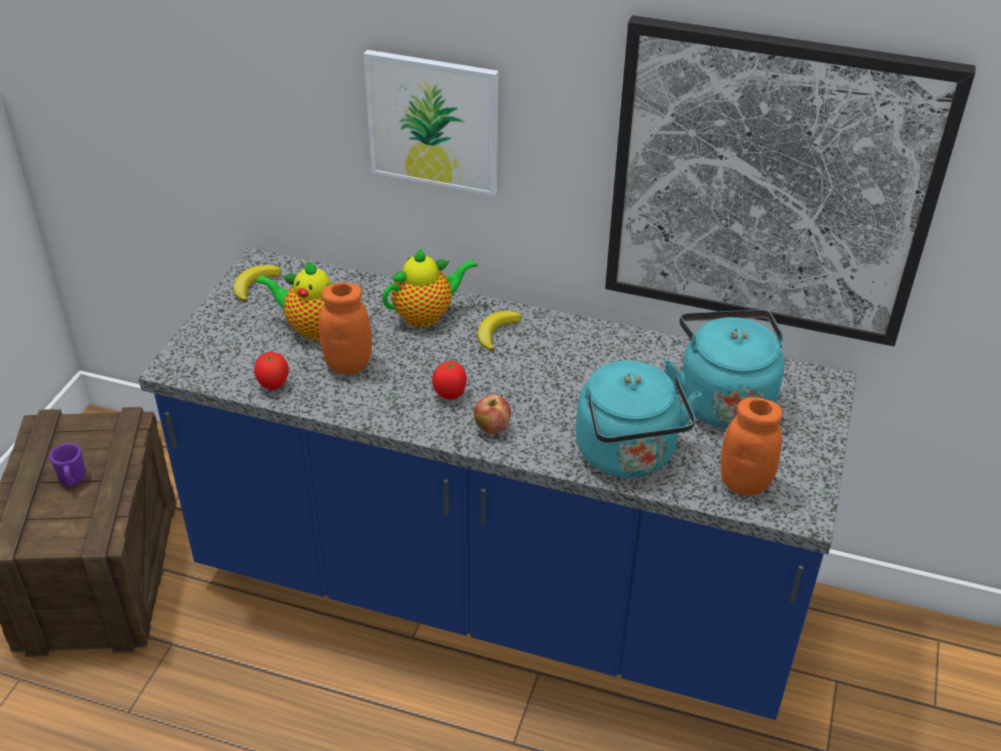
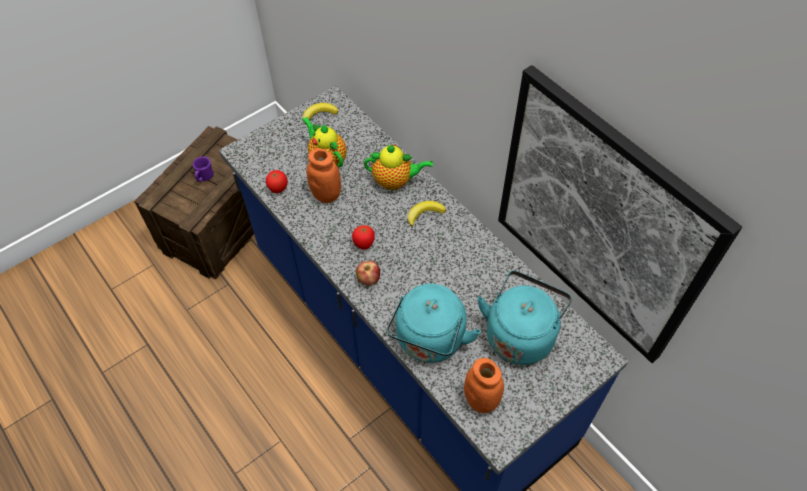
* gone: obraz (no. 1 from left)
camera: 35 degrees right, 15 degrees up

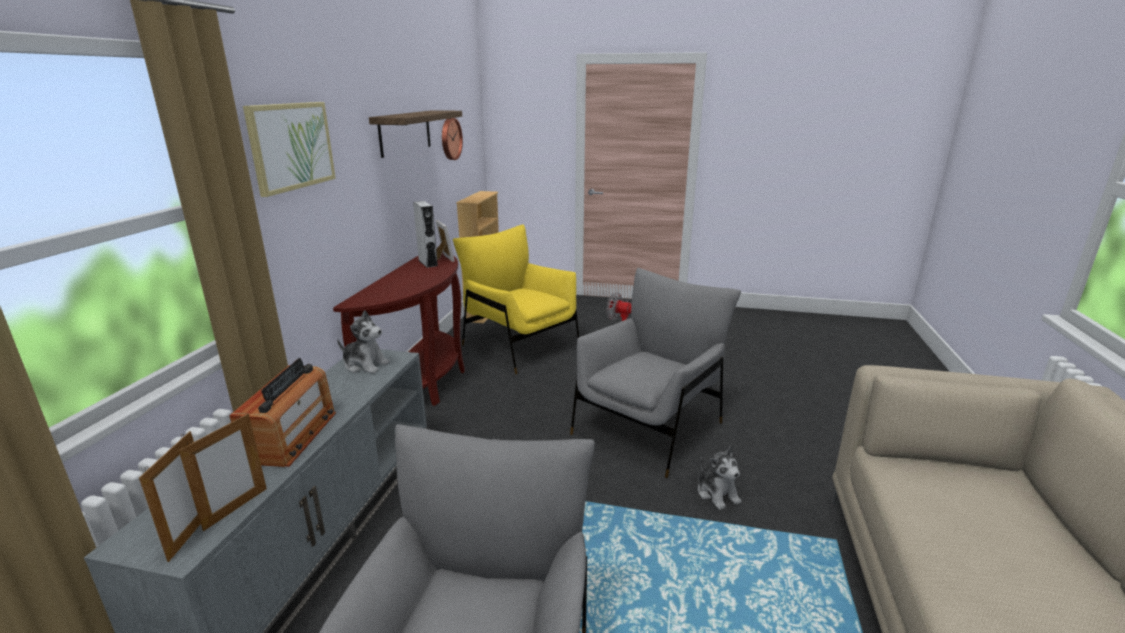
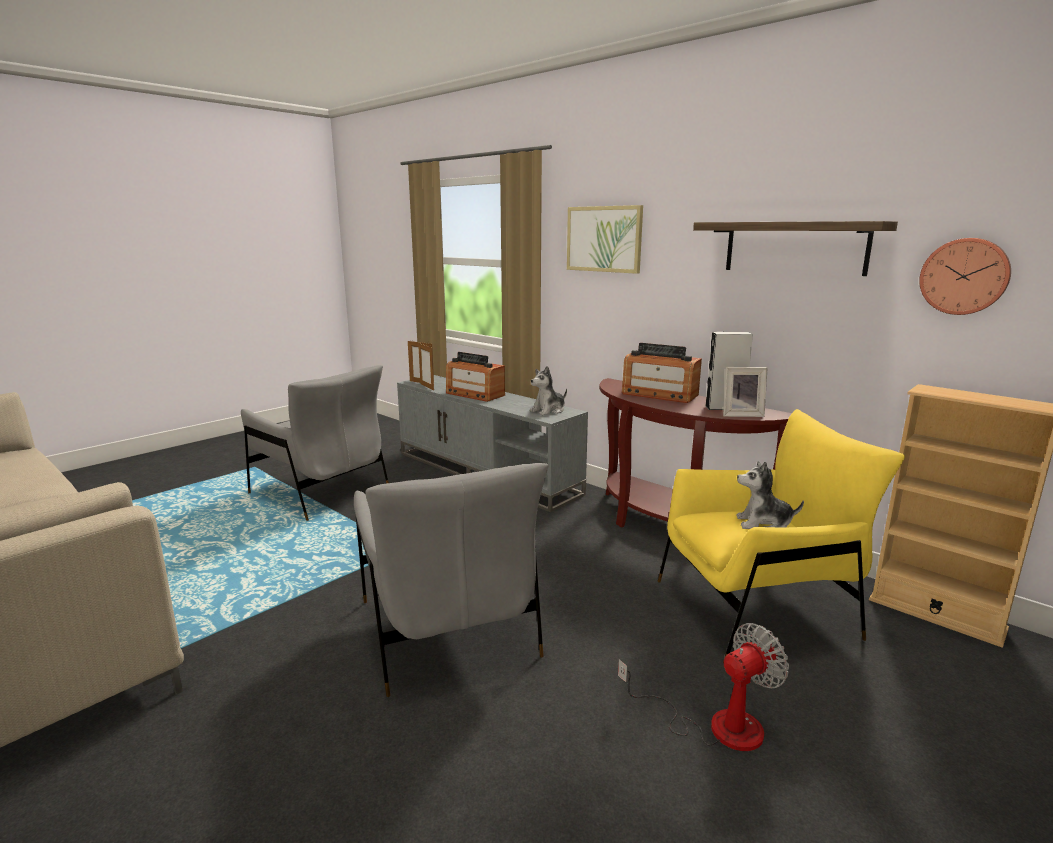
* shifted: pluszak (no. 2 from left)
* new: radio (no. 2 from left)
camera: 120 degrees right, 5 degrees down

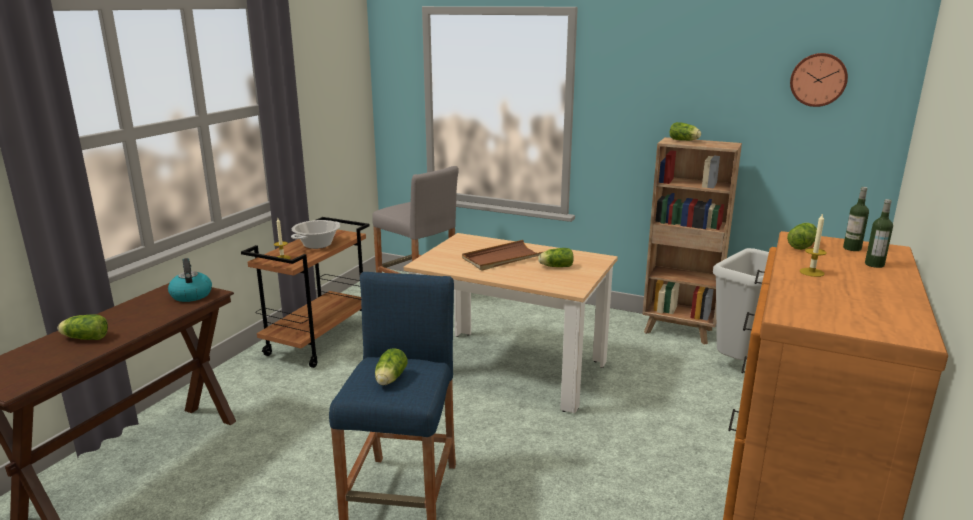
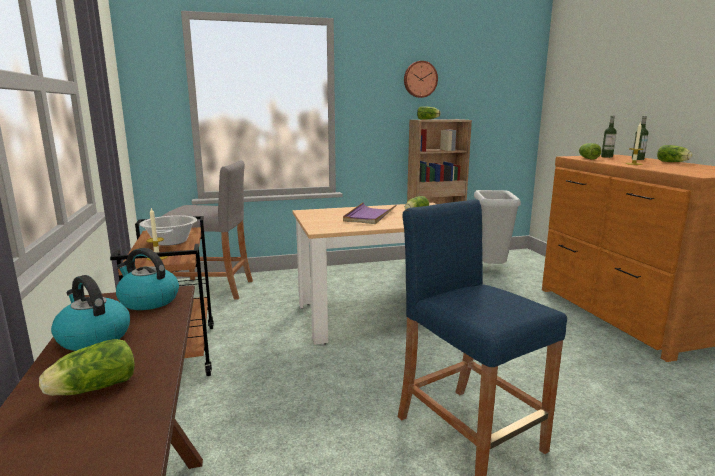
* shifted: sałata (no. 2 from left in the first image) to sałata (no. 5 from left)
* repainted: taca/brązowy to taca/fioletowy
* shifted: zegar ścienny
* new: czajnik (no. 1 from left)
camera: 40 degrees left, 5 degrees down

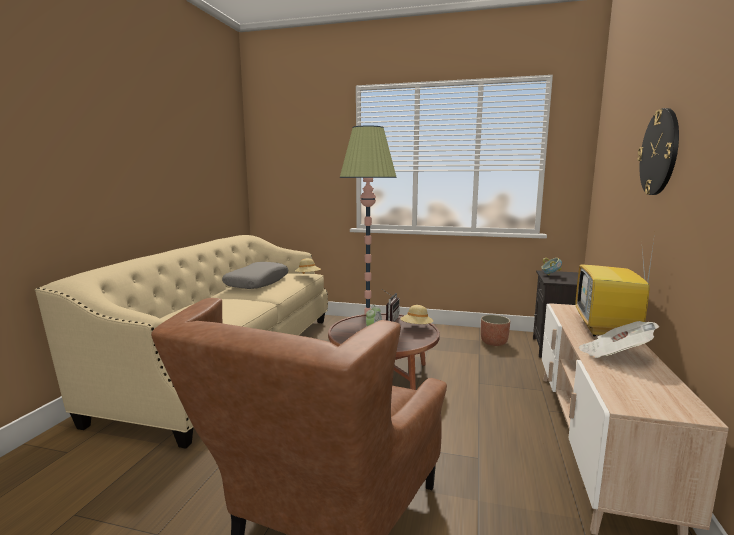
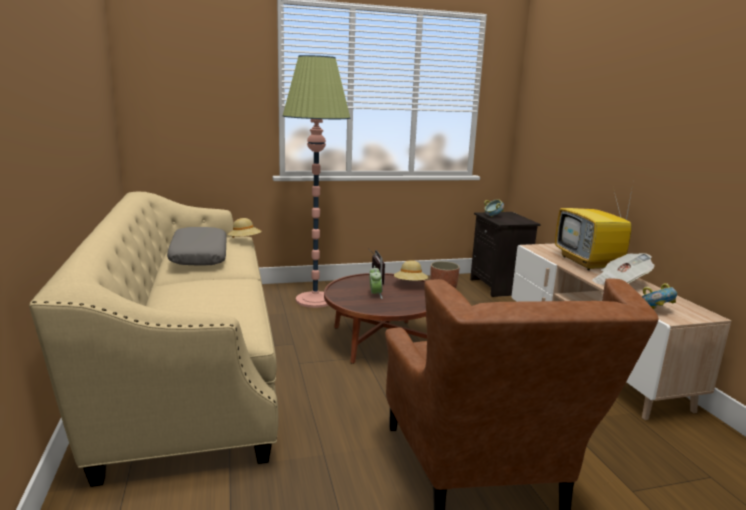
* gone: zegar ścienny
* new: miska (no. 2 from left)
camera: 30 degrees left, 5 degrees up

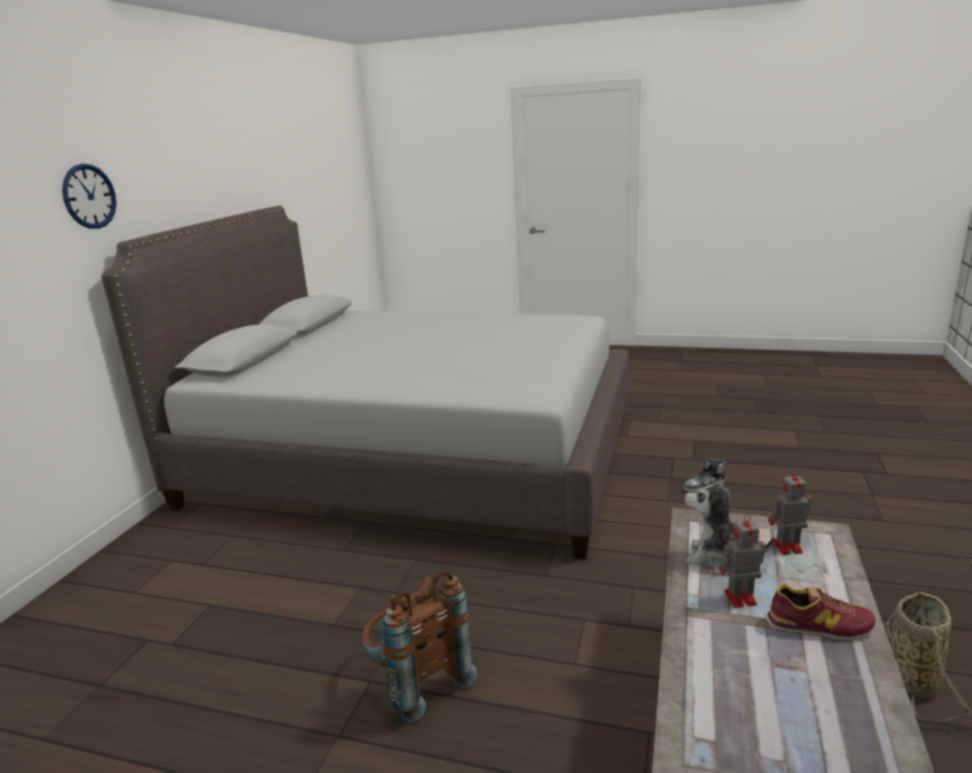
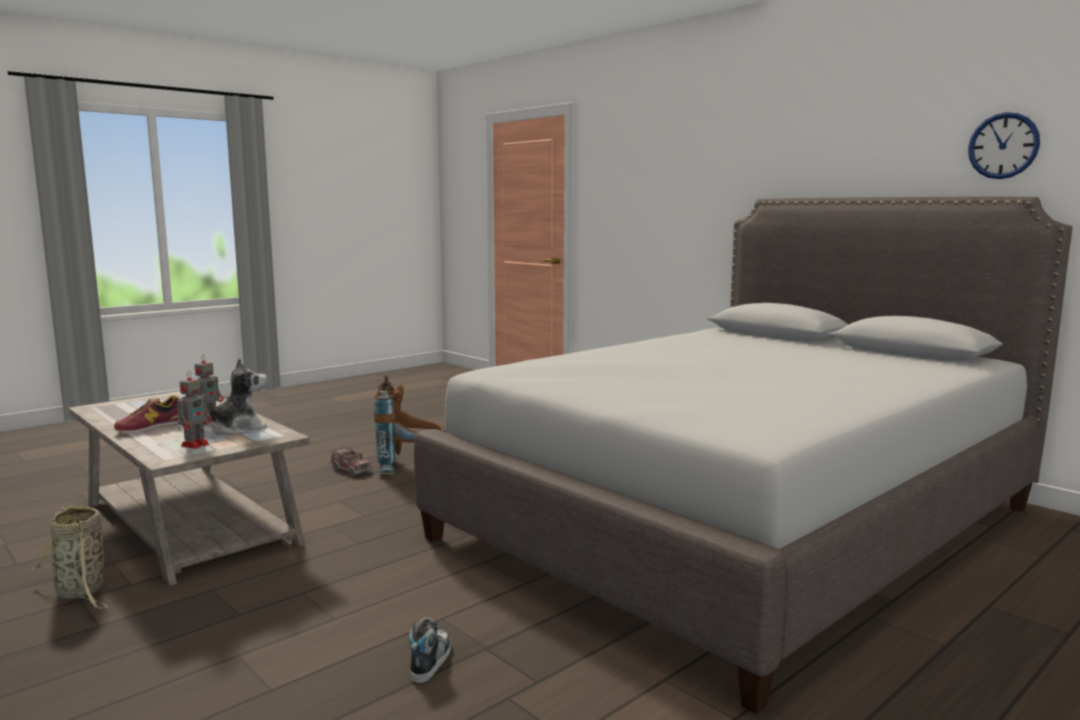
* shifted: zegar ścienny
* new: ciężarówka zabawkowa
camera: 120 degrees right, 10 degrees down

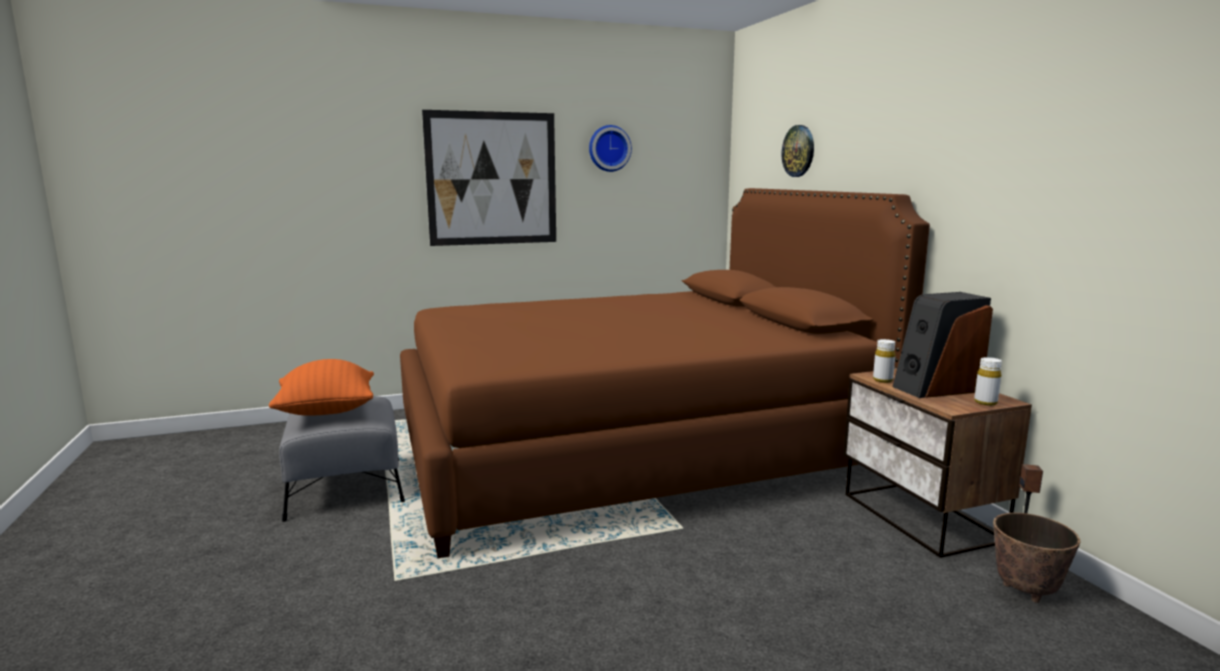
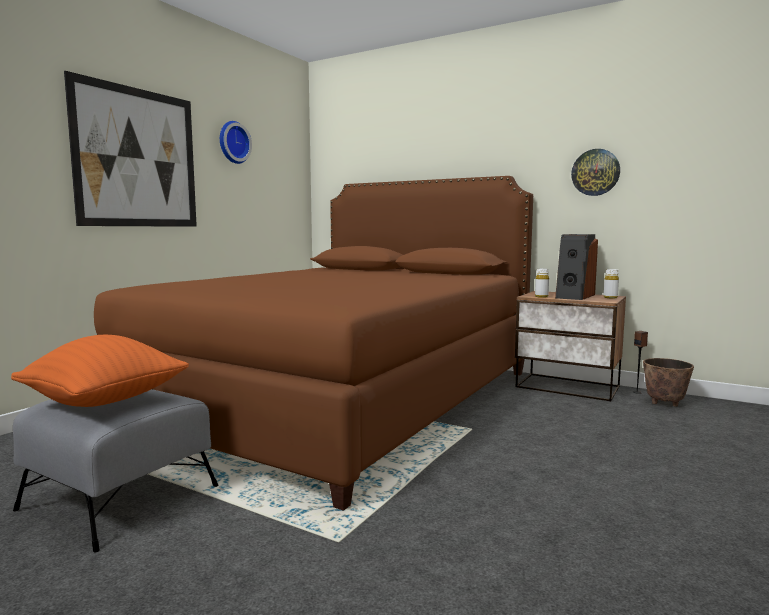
* shifted: zegar ścienny (no. 2 from left)
camera: 40 degrees left, 5 degrees down

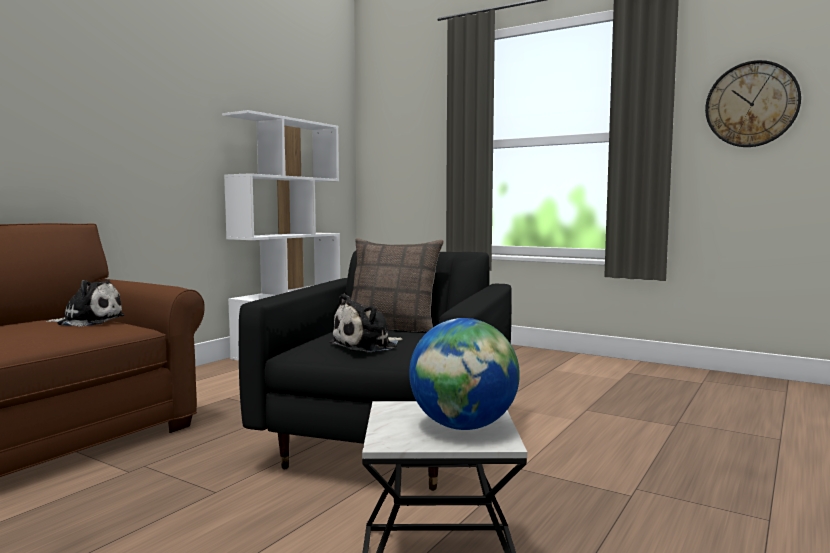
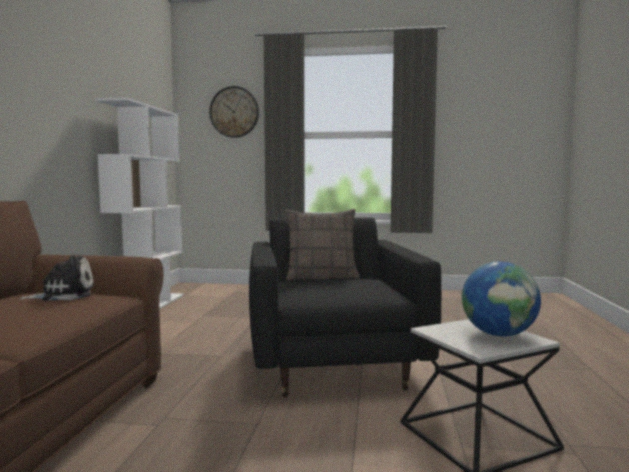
* gone: pluszak (no. 2 from left)
* shifted: zegar ścienny
camera: 25 degrees left, 0 degrees up

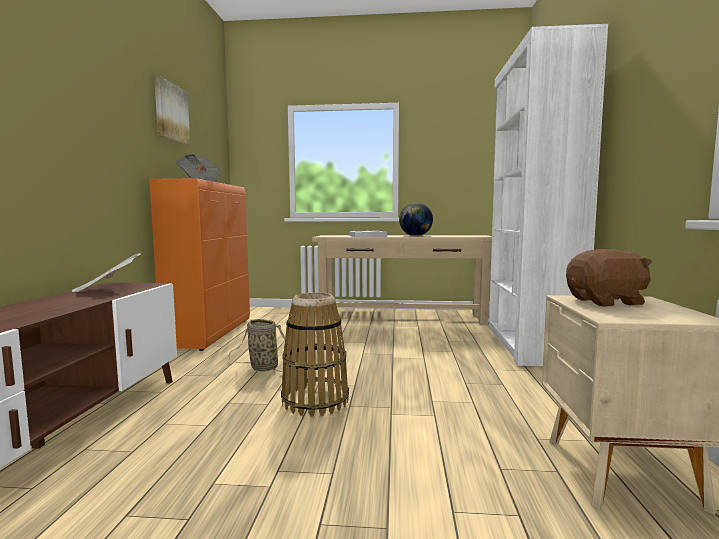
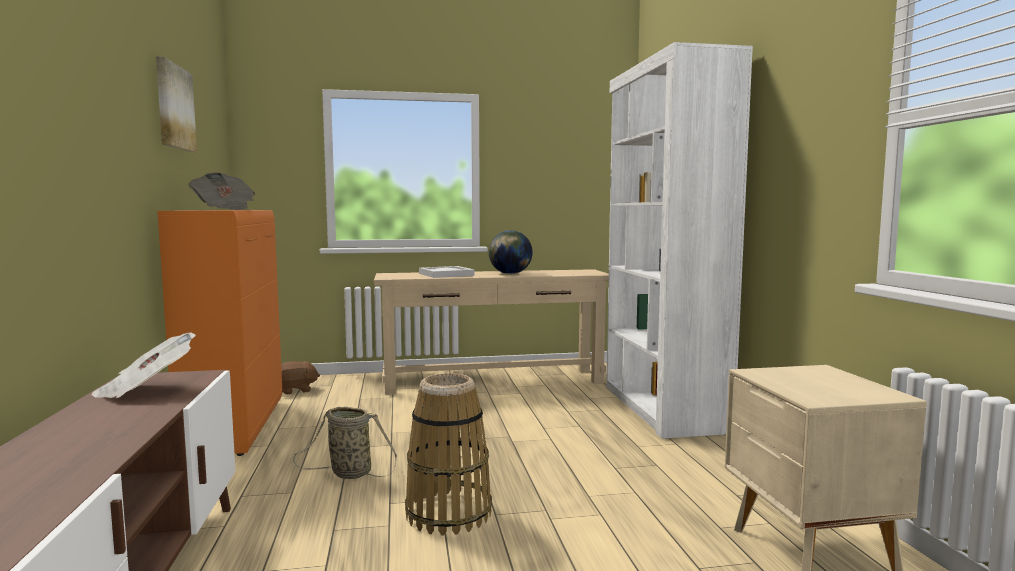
* shifted: pluszak/brązowy
camera: 15 degrees left, 0 degrees up

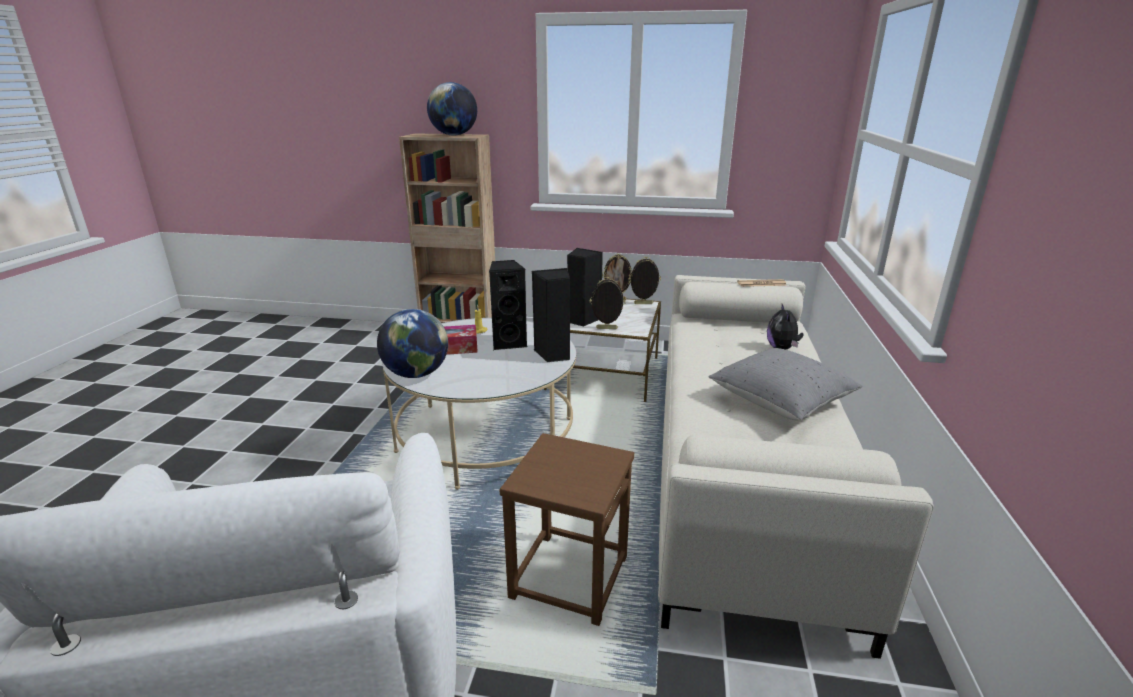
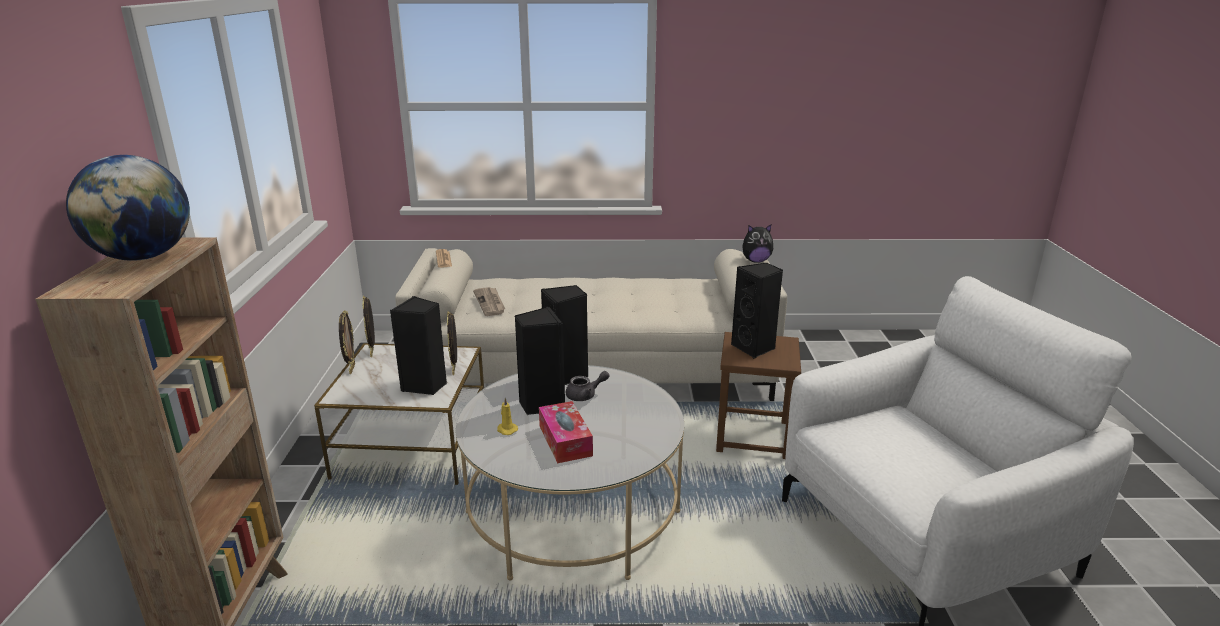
* gone: globus (no. 1 from left)
* gone: poduszka/szary
* shifted: pluszak
* new: gazeta (no. 2 from left)
* new: imbryk/szary
* new: głośnik/czarny (no. 4 from left)
camera: 100 degrees left, 0 degrees up

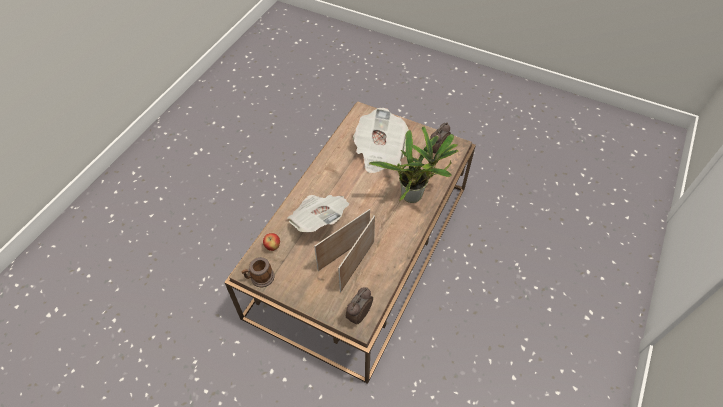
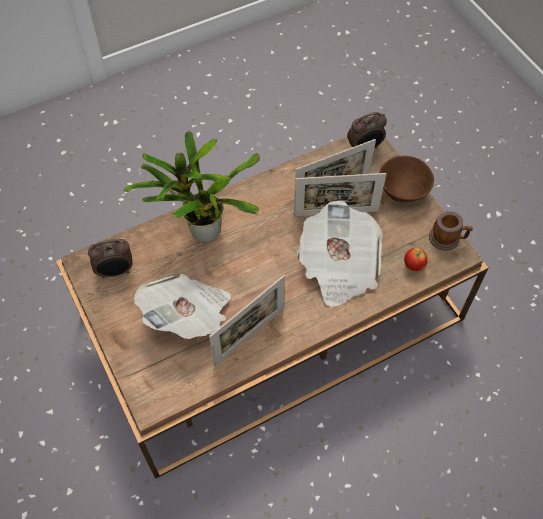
* new: ramka na zdjęcie (no. 1 from left)
* new: miska/brązowy
camera: 145 degrees left, 5 degrees up

